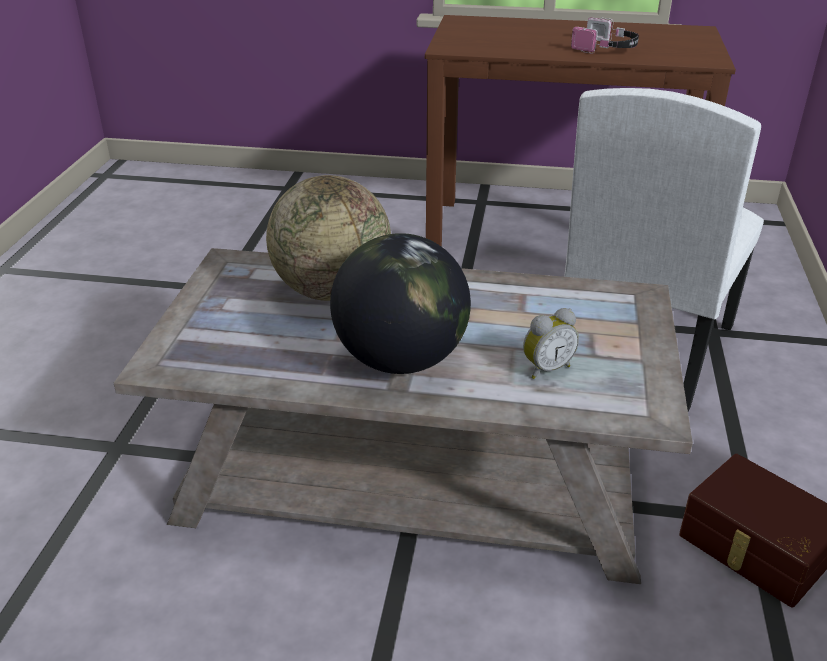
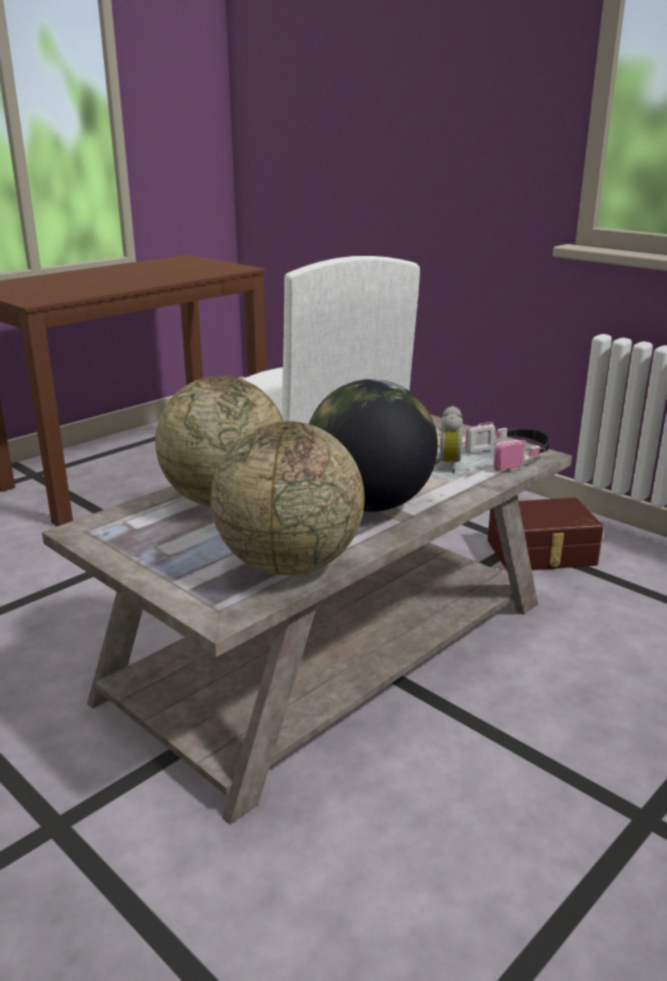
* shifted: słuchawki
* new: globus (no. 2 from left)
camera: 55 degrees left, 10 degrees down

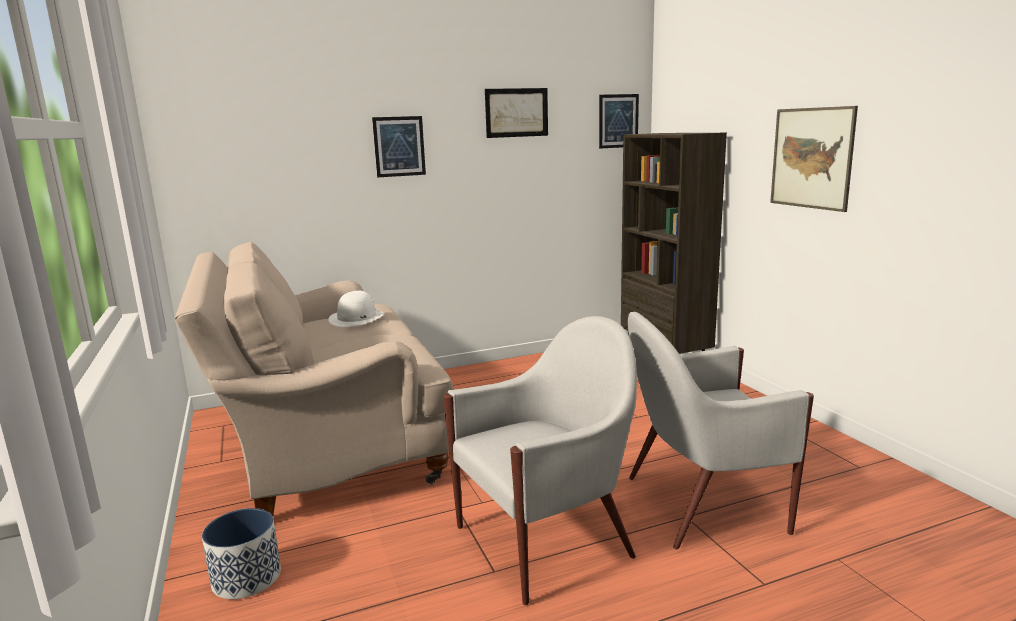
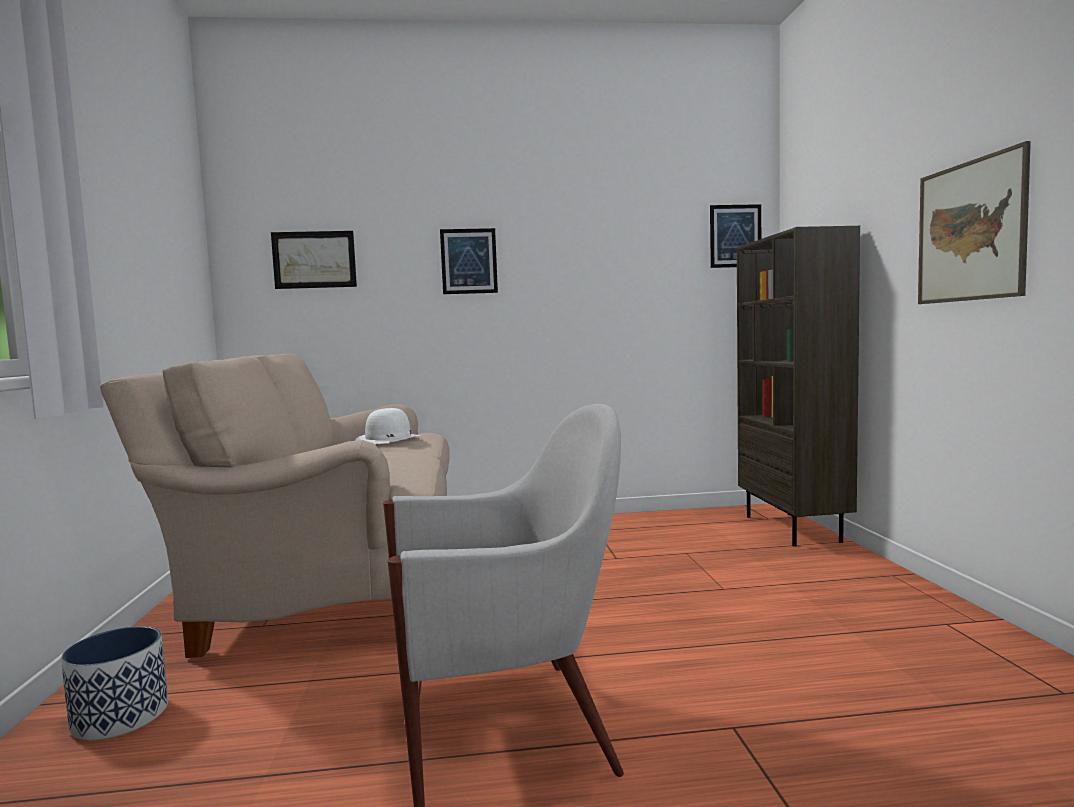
* shifted: obraz (no. 2 from left in the first image) to obraz (no. 1 from left)
* gone: fotel/biały (no. 2 from left)
camera: 15 degrees right, 10 degrees down

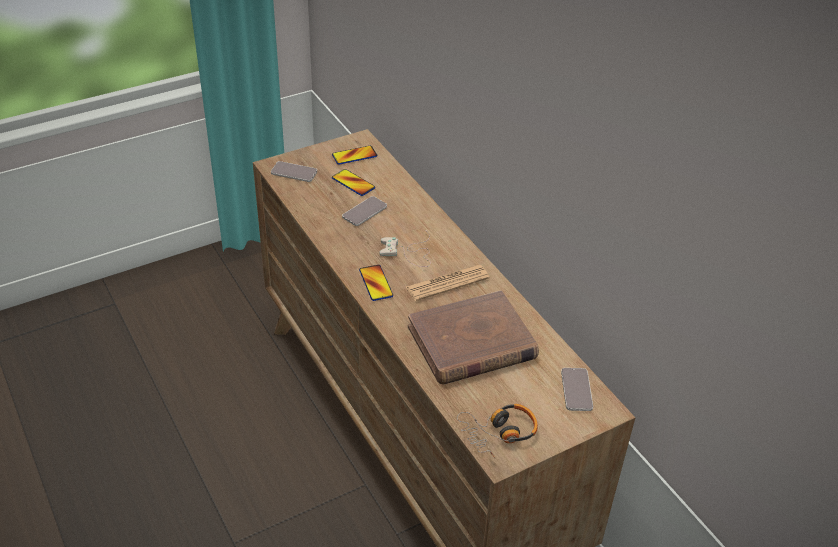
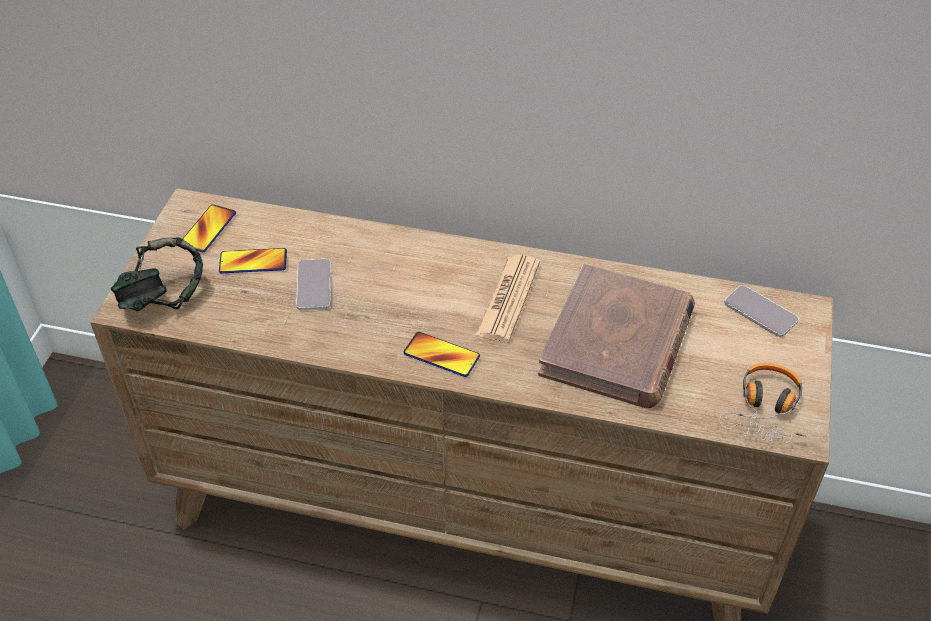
* swapped: telefon (no. 1 from left) to słuchawki (no. 1 from left)
* gone: pad do gier/biały
camera: 45 degrees left, 5 degrees up

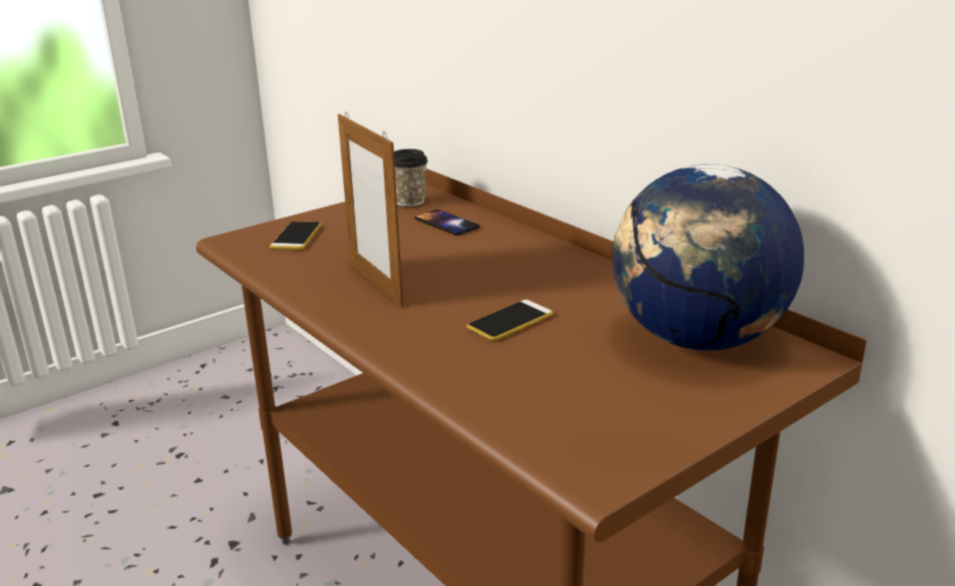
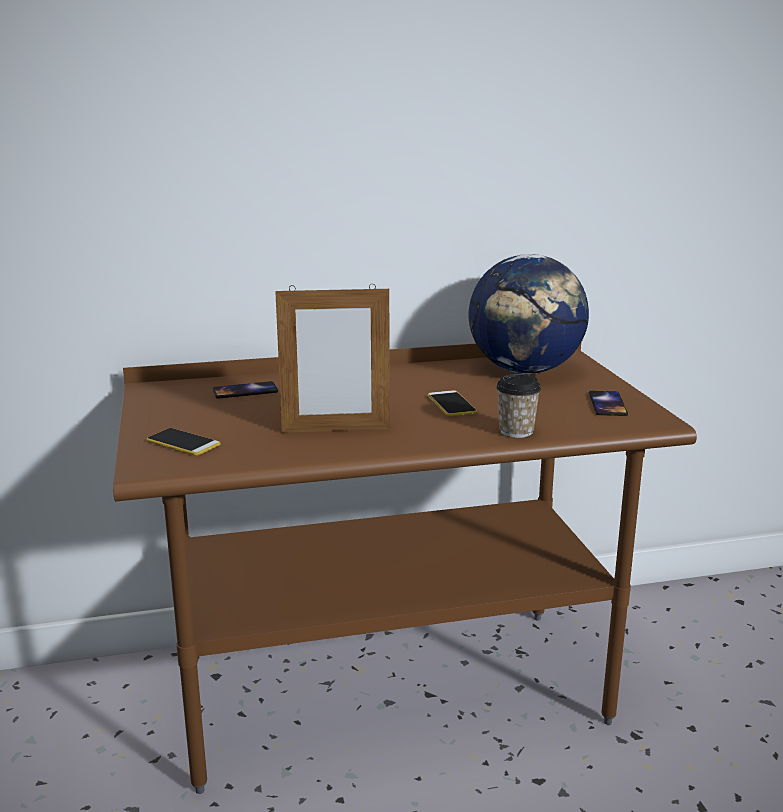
* shifted: filiżanka
* new: telefon (no. 4 from left)
camera: 65 degrees left, 5 degrees down

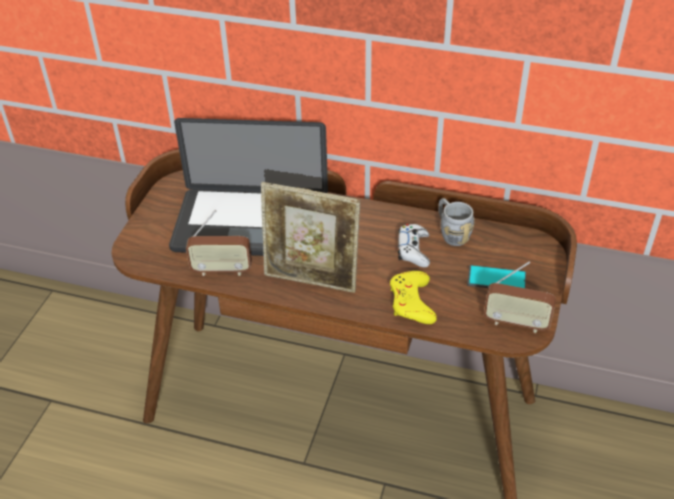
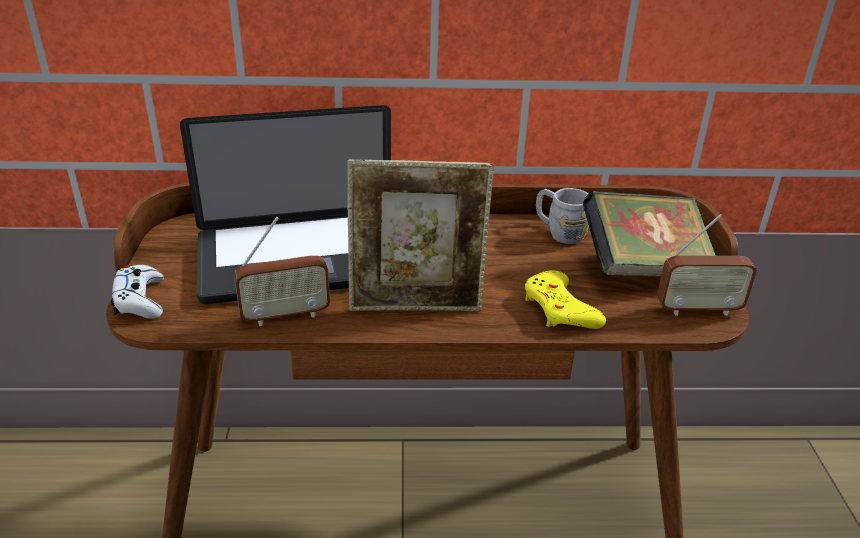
* shifted: pad do gier/biały
* swapped: telefon to książka
camera: 20 degrees left, 10 degrees down

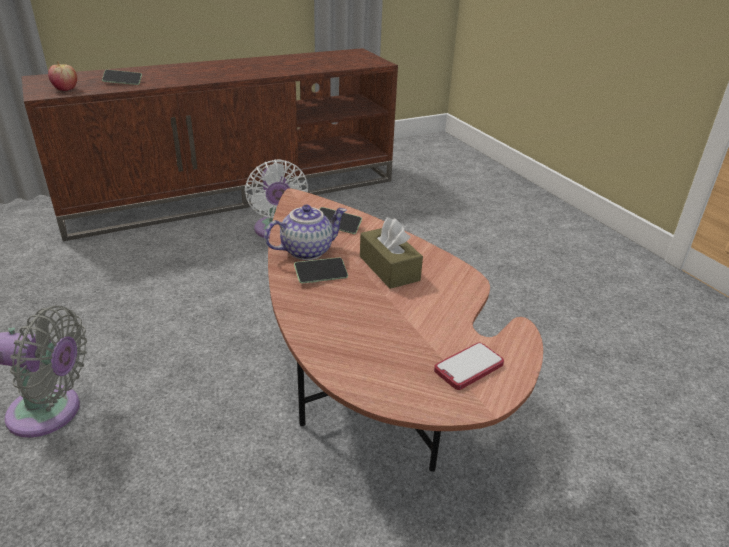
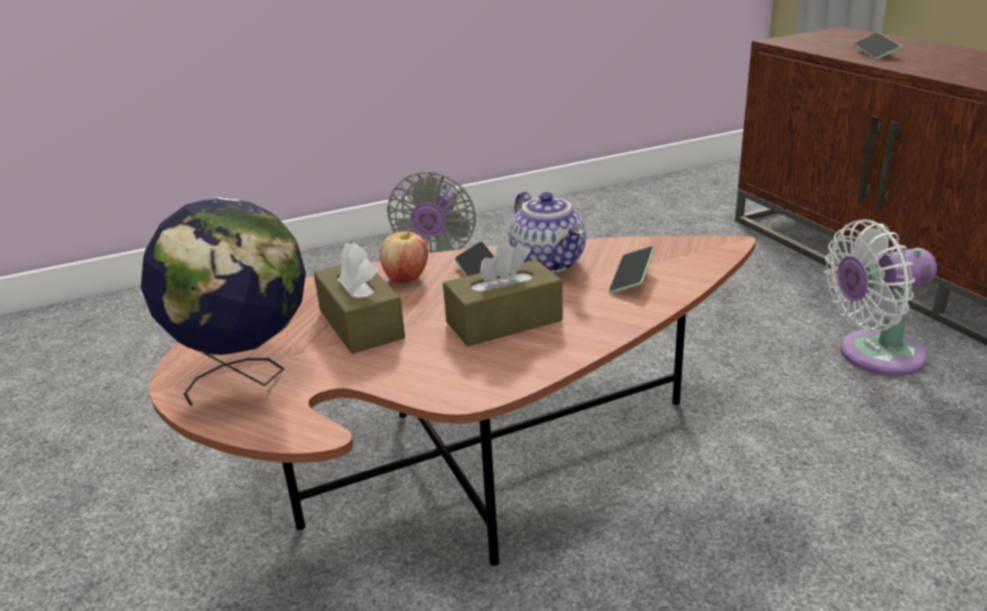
* shifted: jabłko
* swapped: telefon (no. 4 from left) to globus
* new: pudełko chusteczek/brązowy (no. 1 from left)
camera: 95 degrees right, 5 degrees down

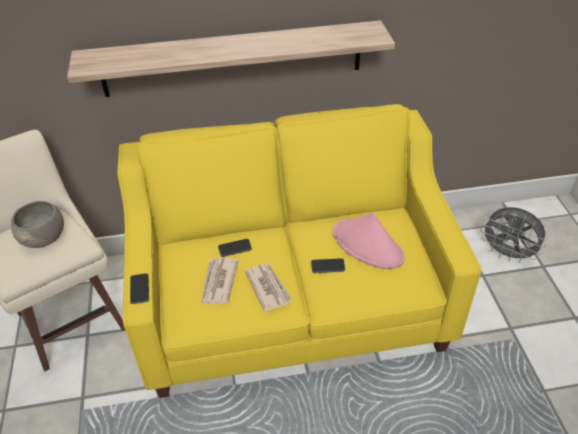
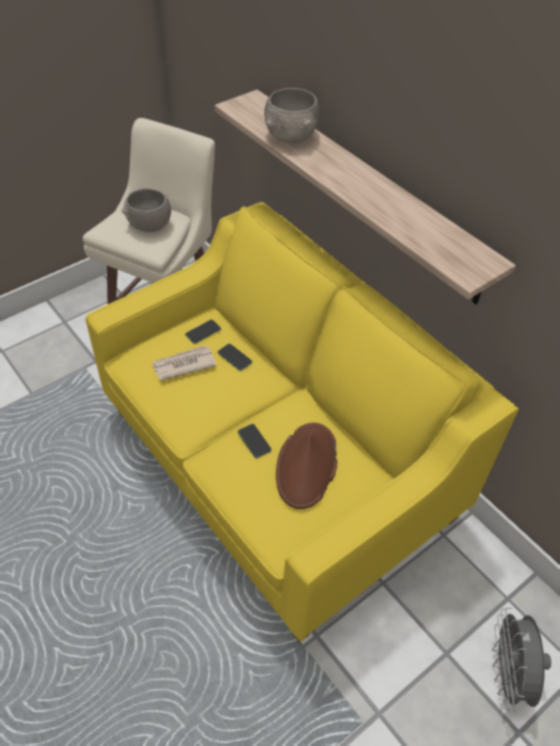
* shifted: telefon (no. 1 from left)
* gone: gazeta (no. 2 from left)
* repainted: kapelusz/różowy to kapelusz/brązowy
* new: miska/szary (no. 2 from left)
camera: 60 degrees right, 5 degrees up

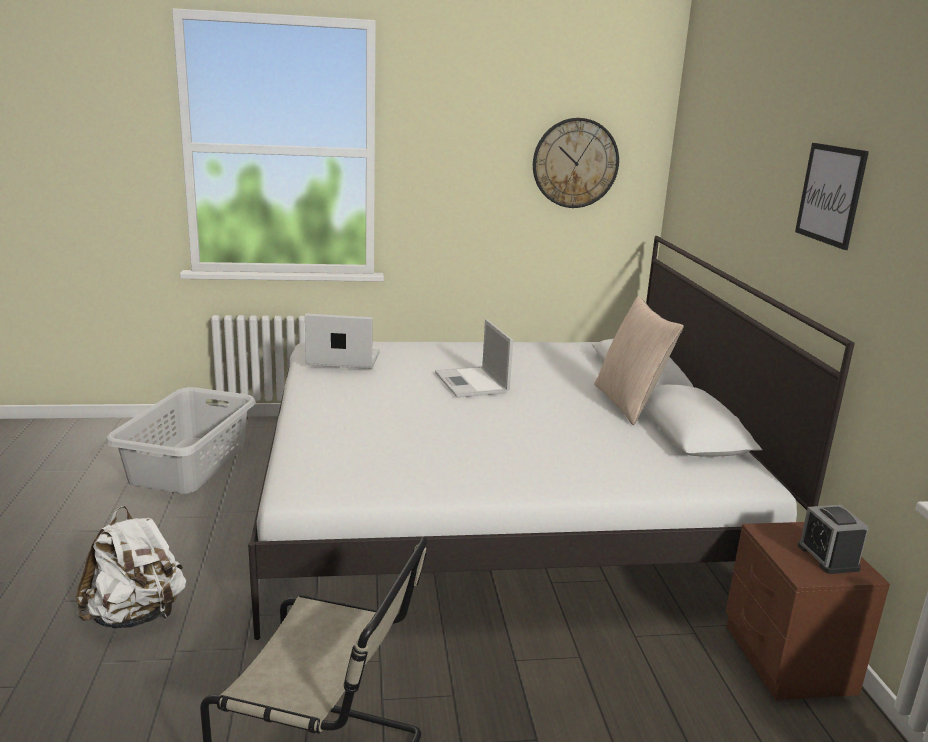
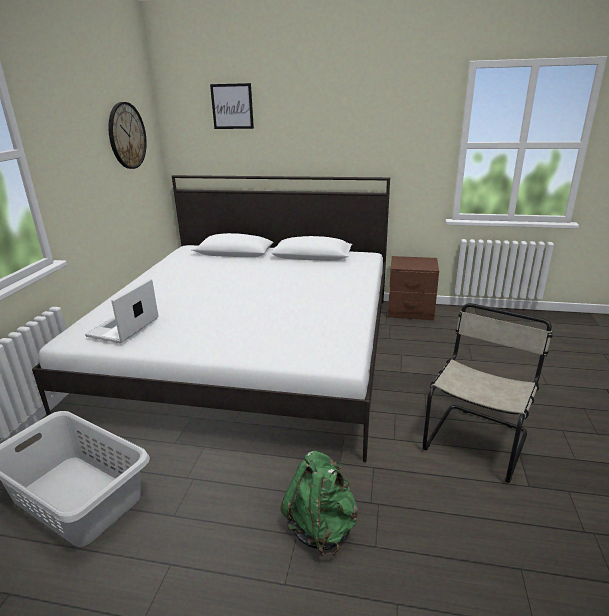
* repainted: plecak/biały to plecak/zielony
* gone: laptop (no. 2 from left)
* gone: poduszka/beżowy
* shifted: obraz
* gone: budzik
camera: 70 degrees left, 5 degrees up

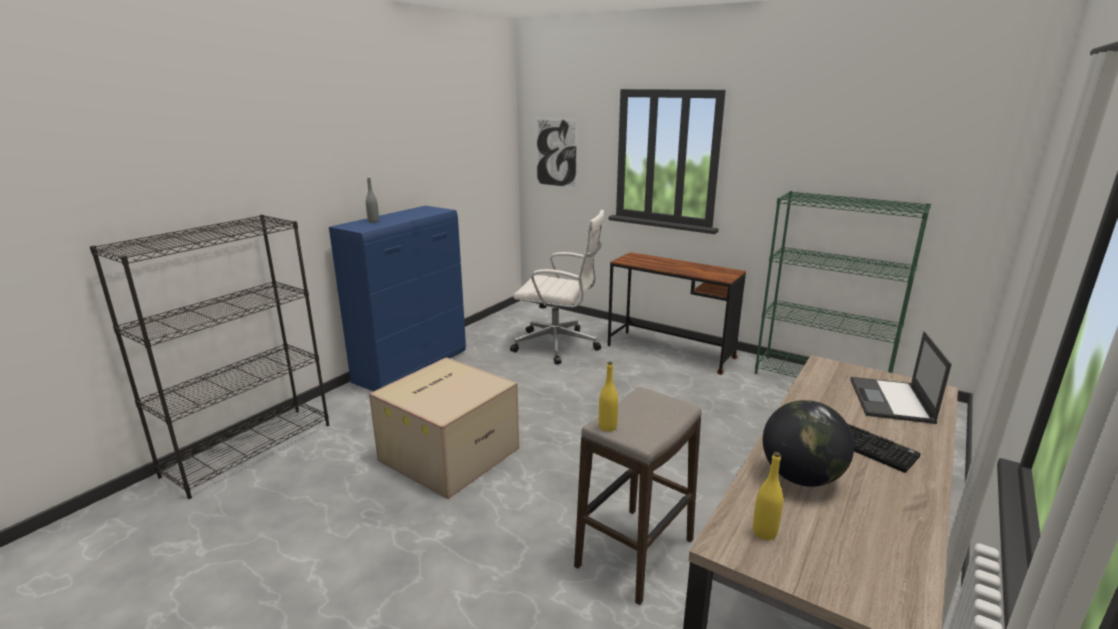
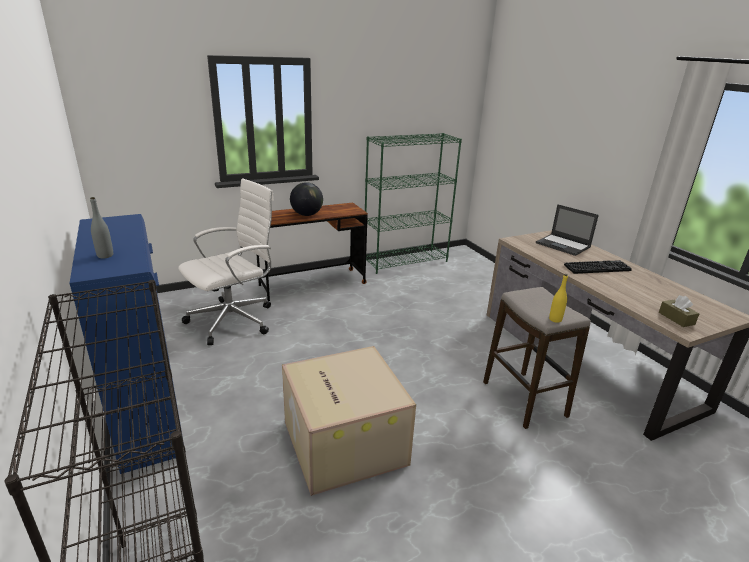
* gone: obraz
* swapped: butelka/żółty (no. 2 from left) to pudełko chusteczek/brązowy
* shifted: globus
camera: 60 degrees left, 5 degrees up

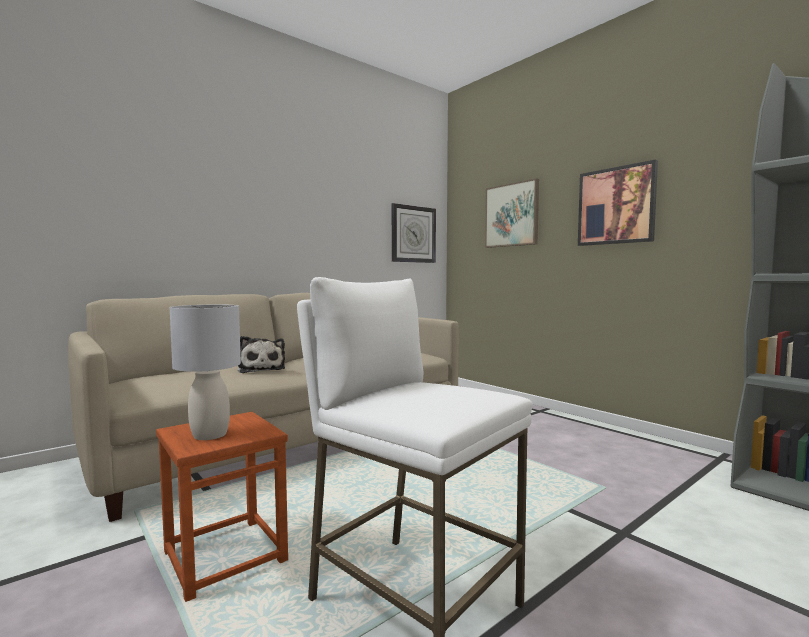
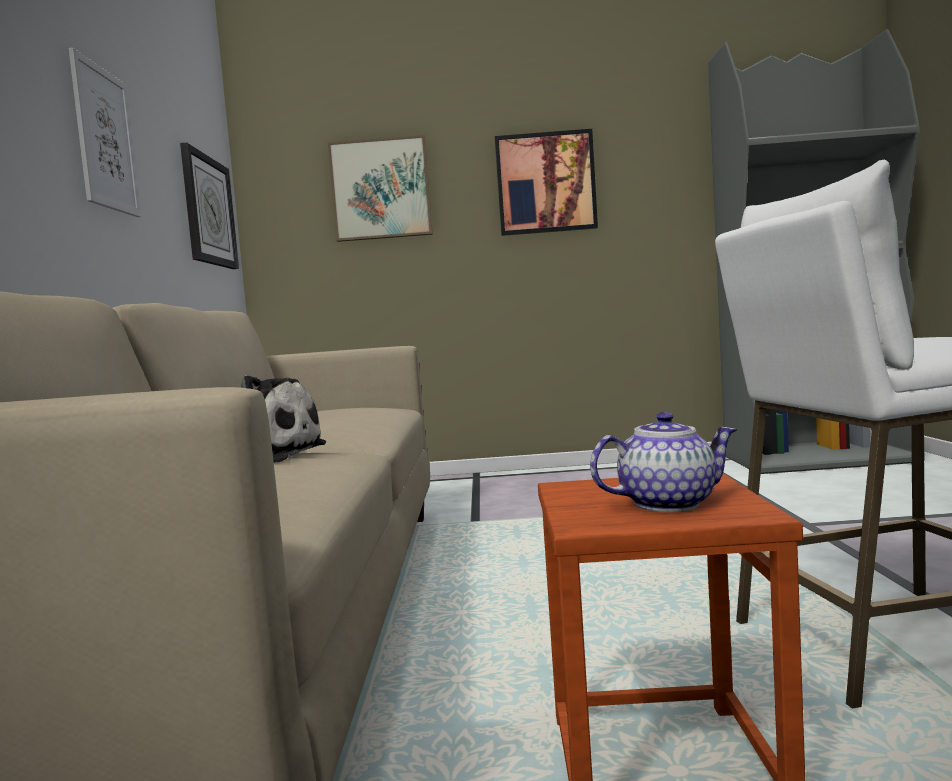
* swapped: lampa stołowa/szary to imbryk
* new: obraz (no. 1 from left)
camera: 50 degrees left, 0 degrees up

